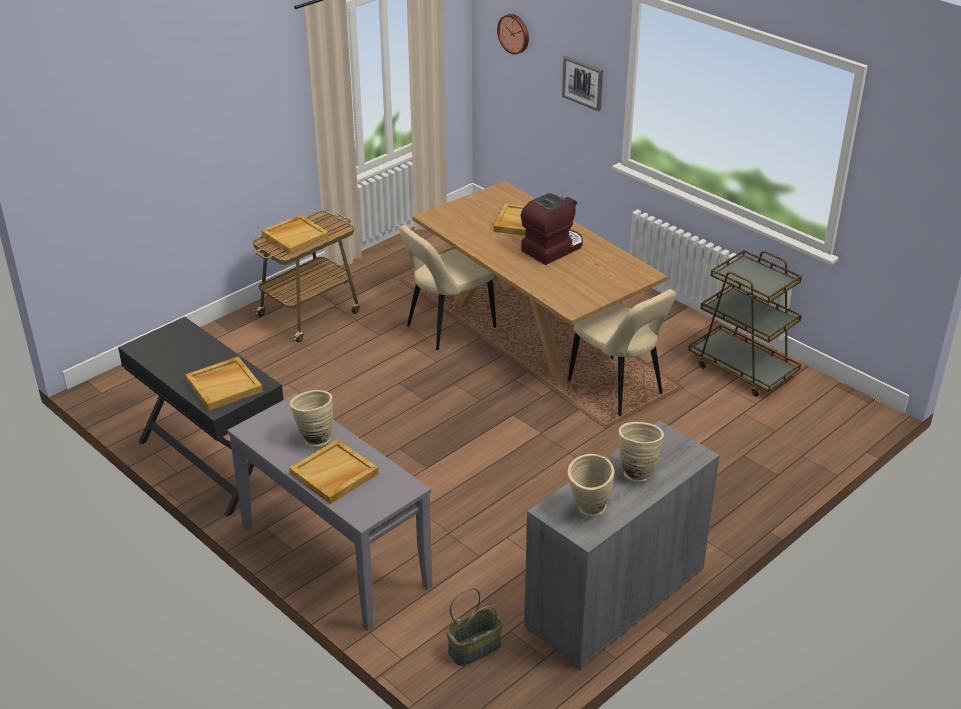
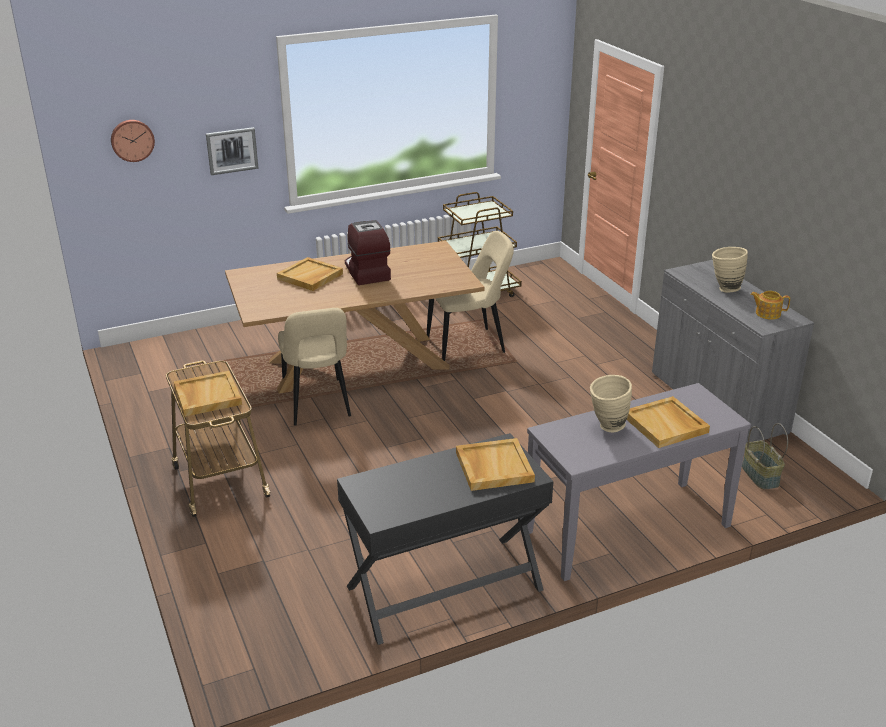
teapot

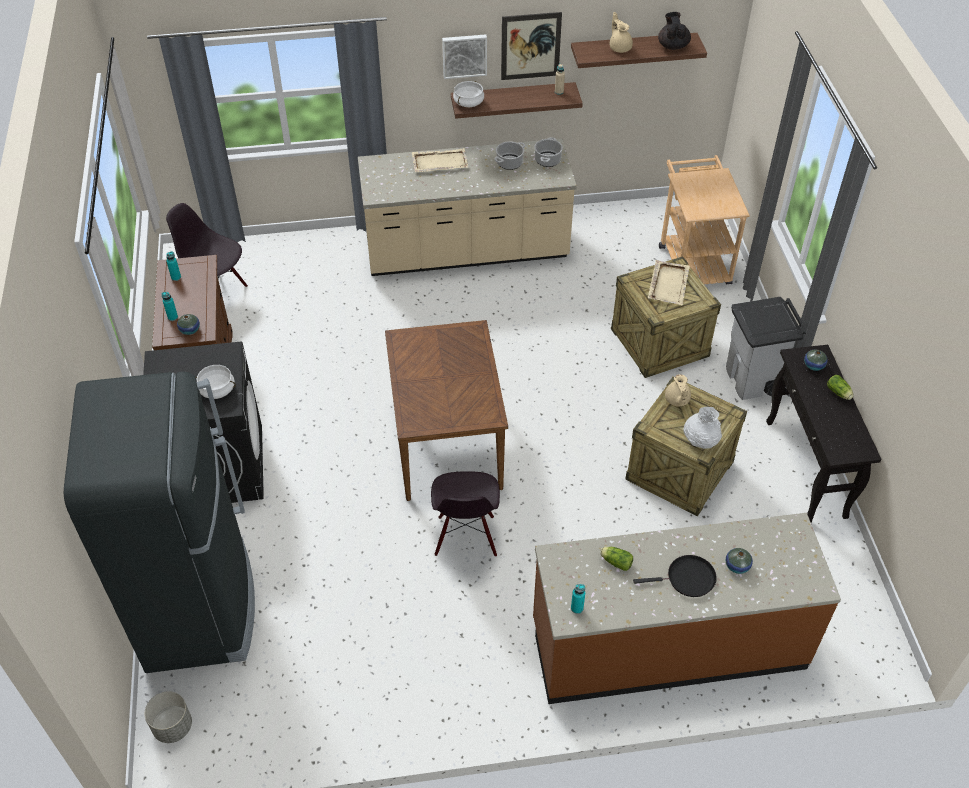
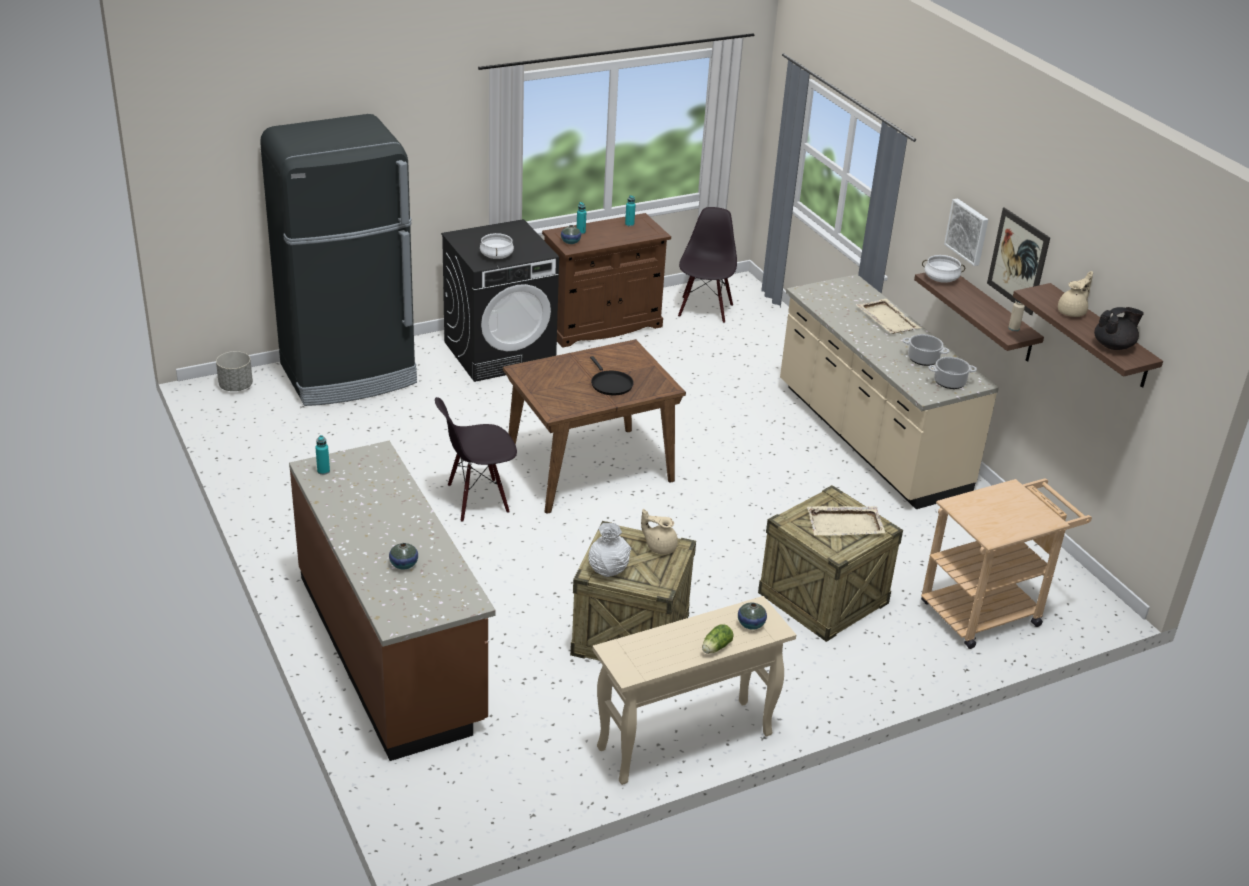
grey trash can
beige console table
beige teapot (1st from left)
lettuce (1st from left in the first image)
black frying pan

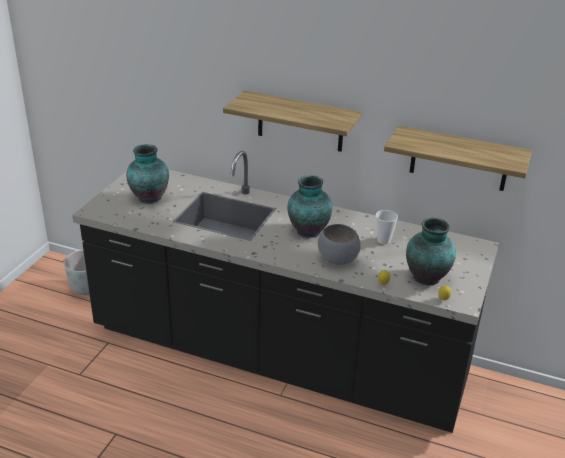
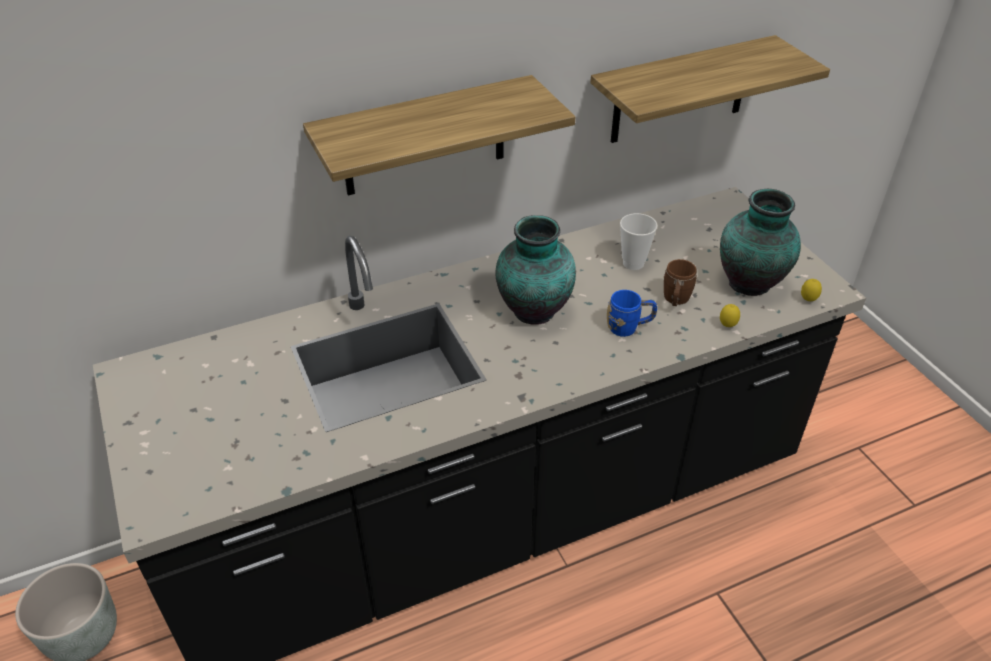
vase (1st from left in the first image)
blue mug
brown mug

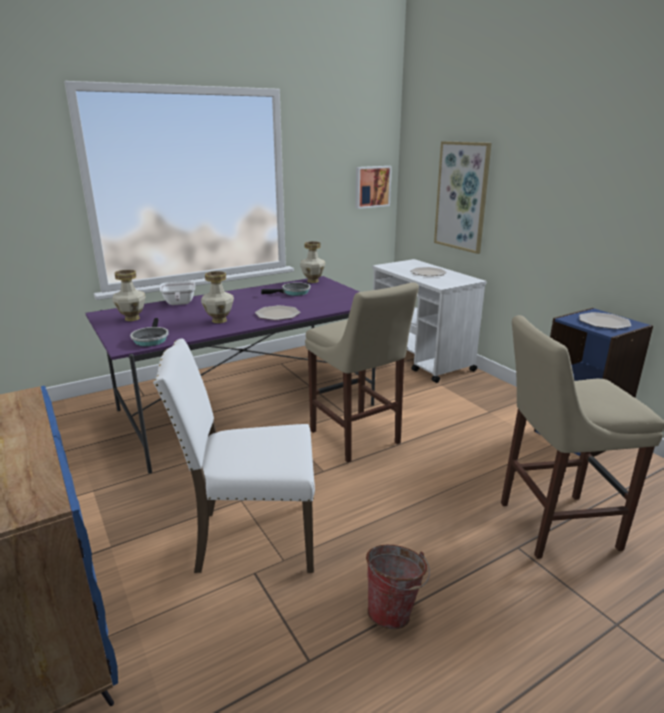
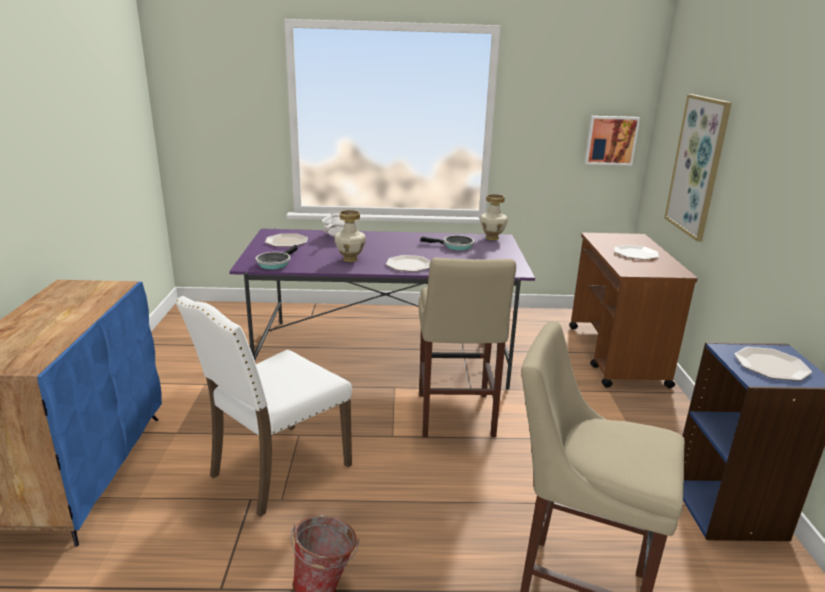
brown cart
plate (1st from left)
white chair

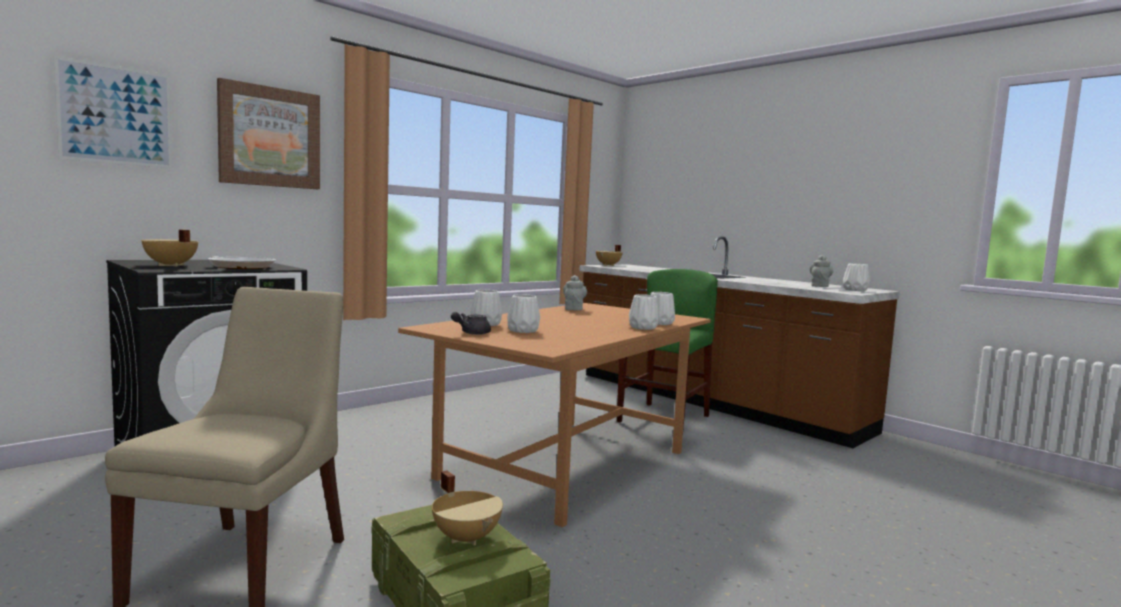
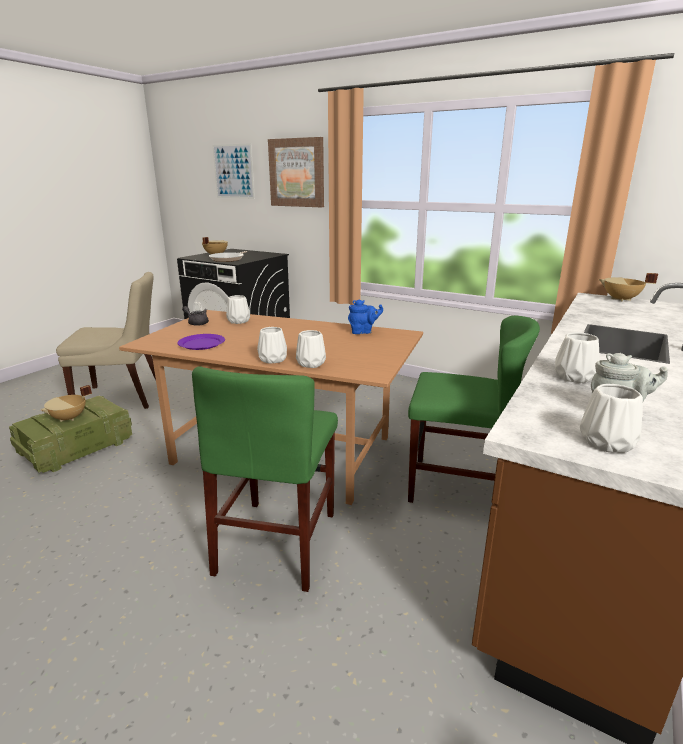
blue teapot
white vase (4th from left)
purple plate
green chair (1st from left)

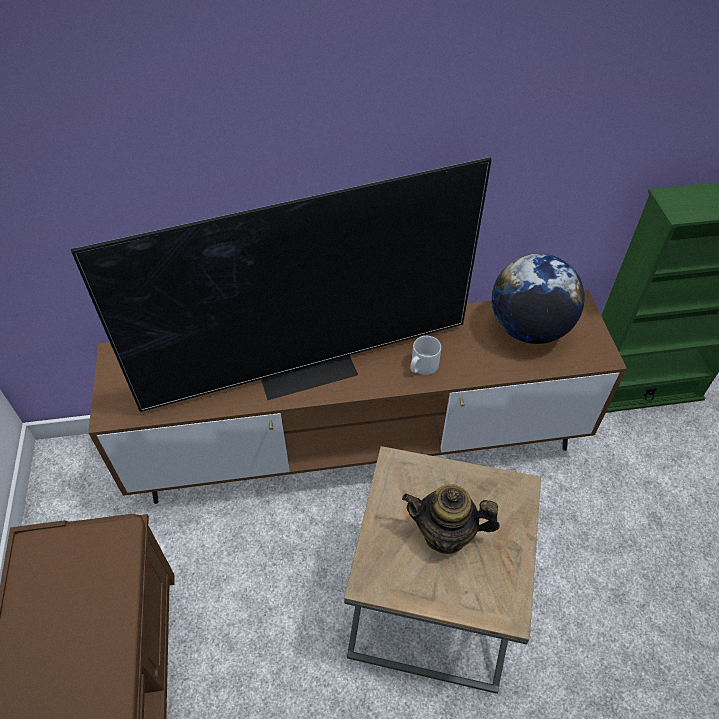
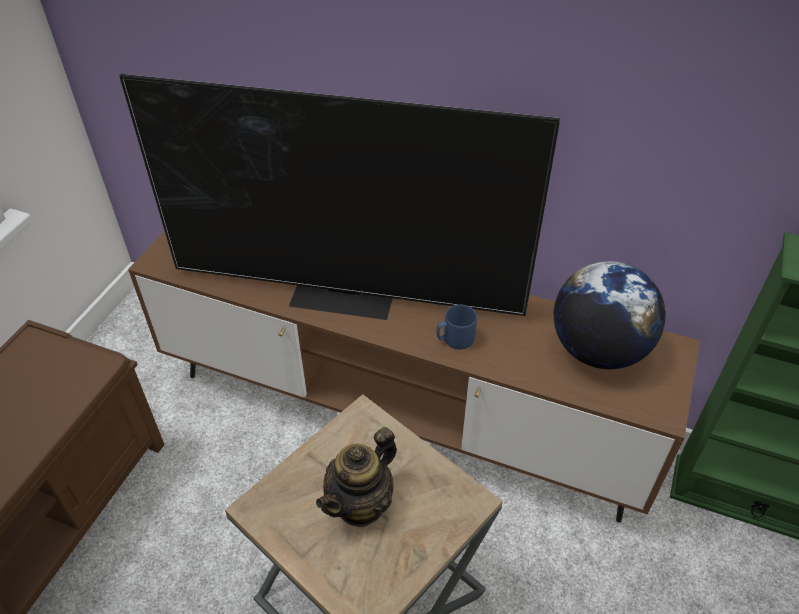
blue mug
teapot

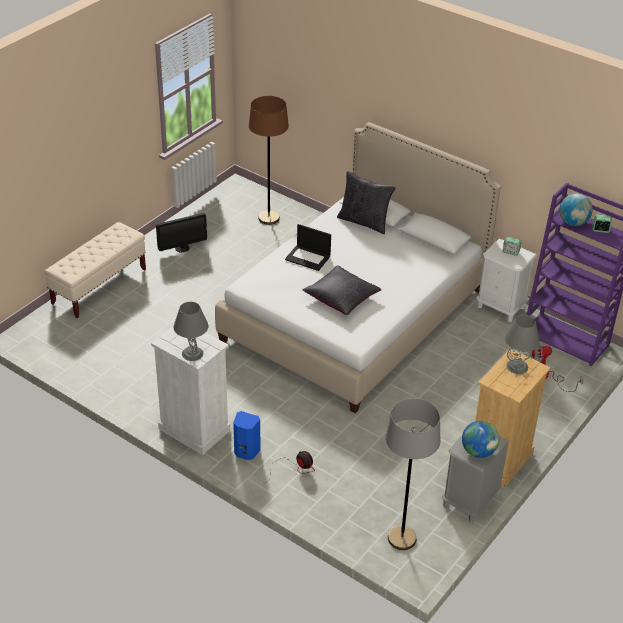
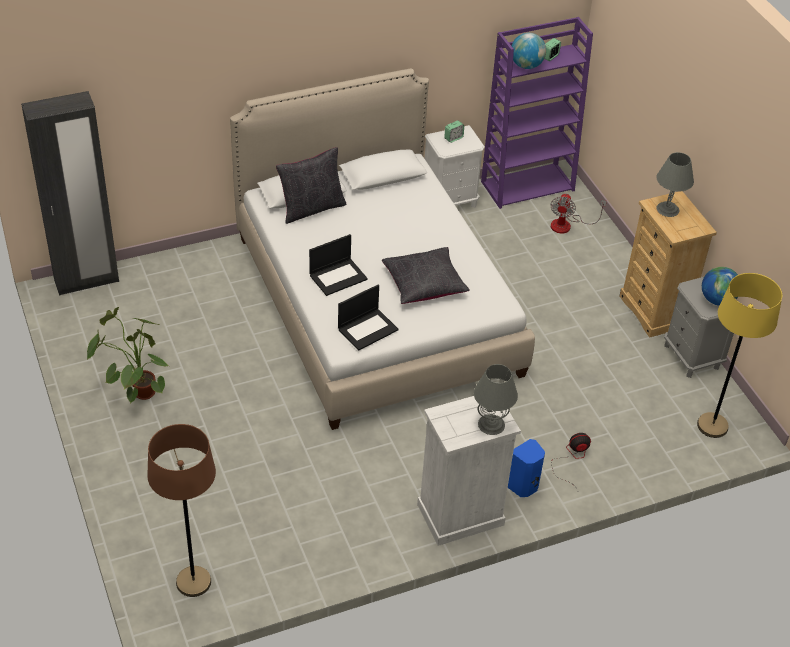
brown floor lamp
potted plant
beige bench
yellow floor lamp
black wardrobe
laptop (2nd from left)

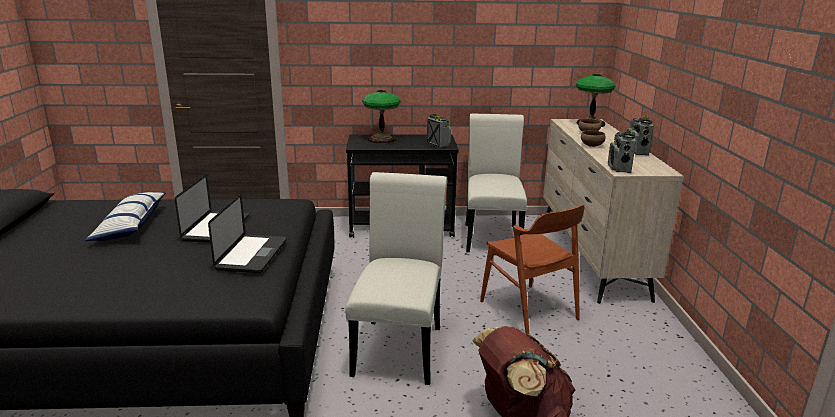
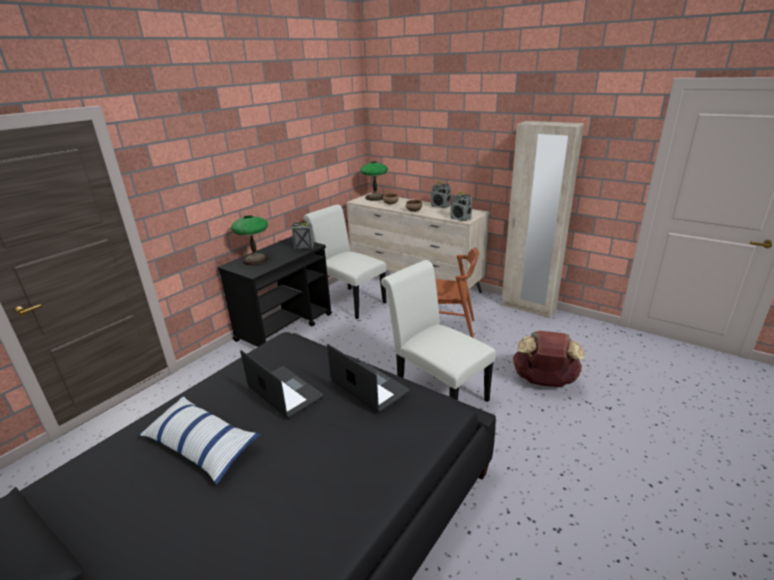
beige wardrobe

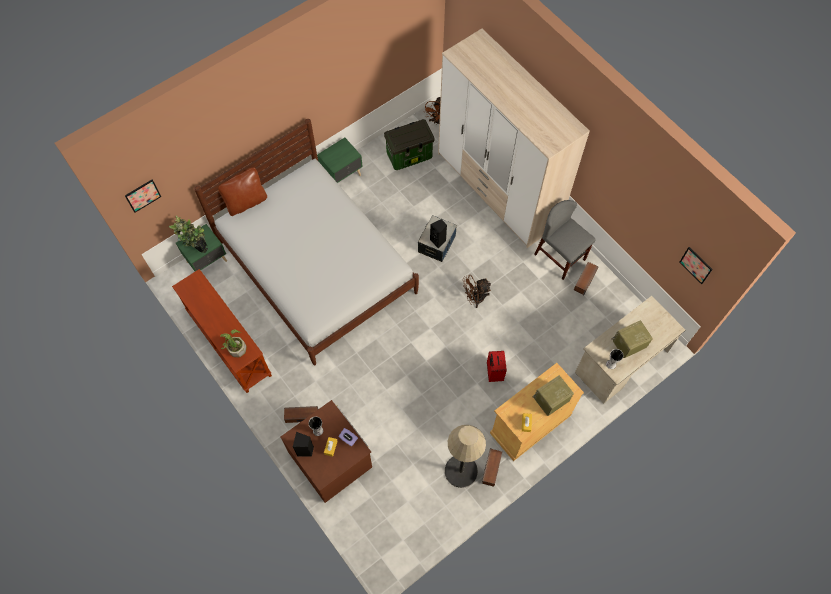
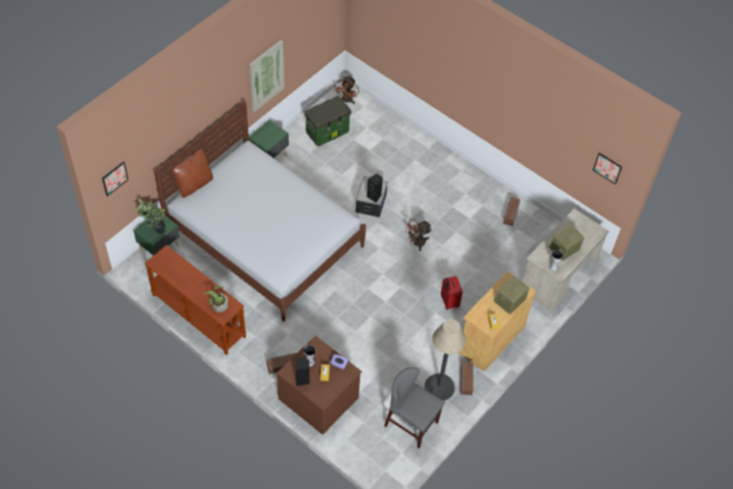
wardrobe
grey chair
picture (2nd from left)

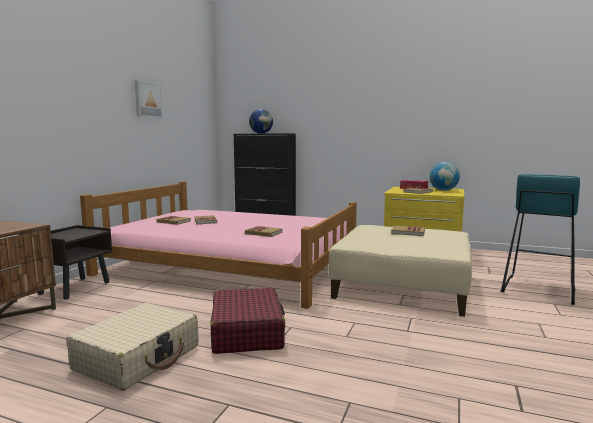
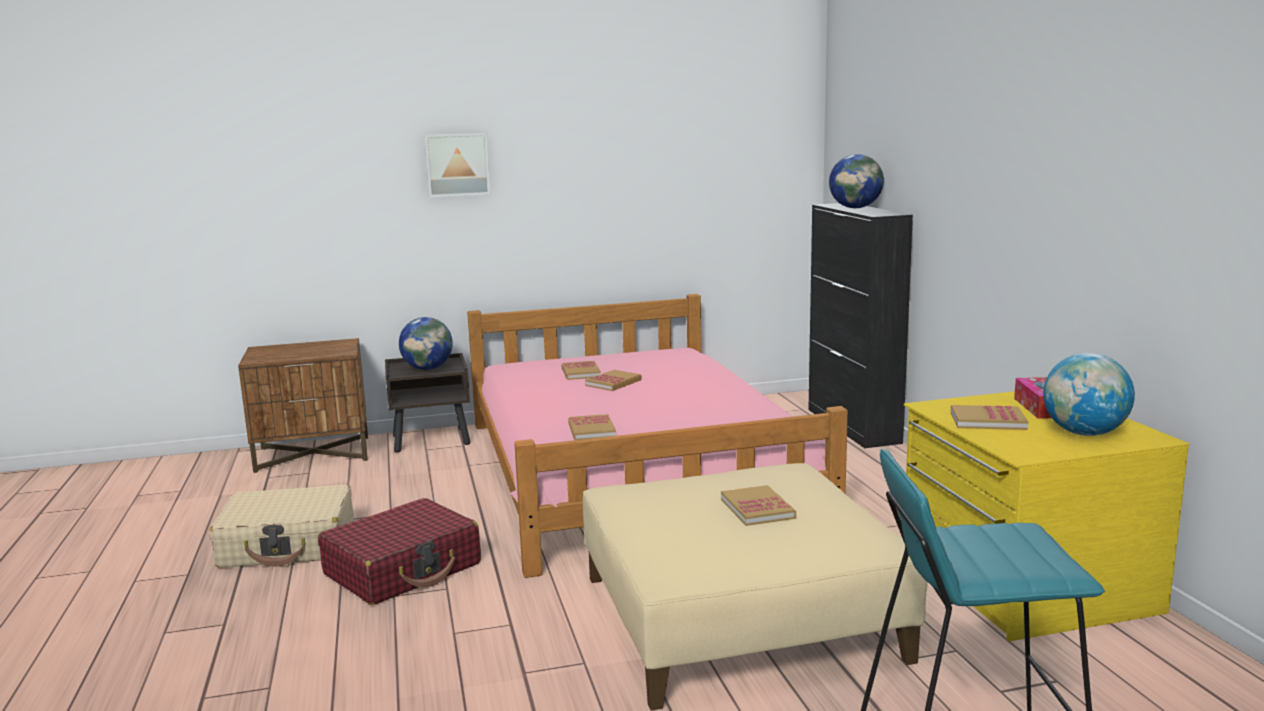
picture
globe (1st from left)

